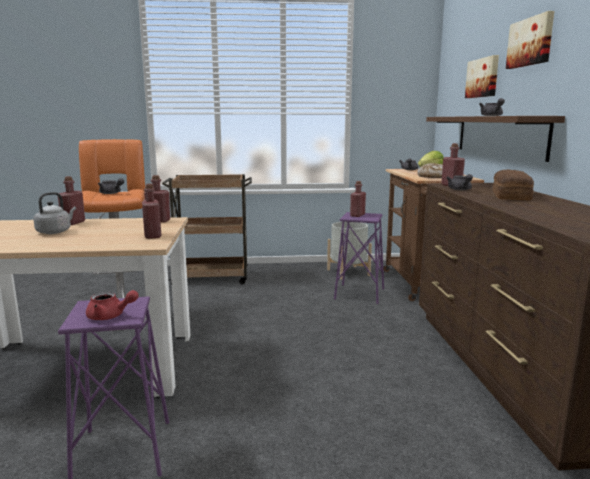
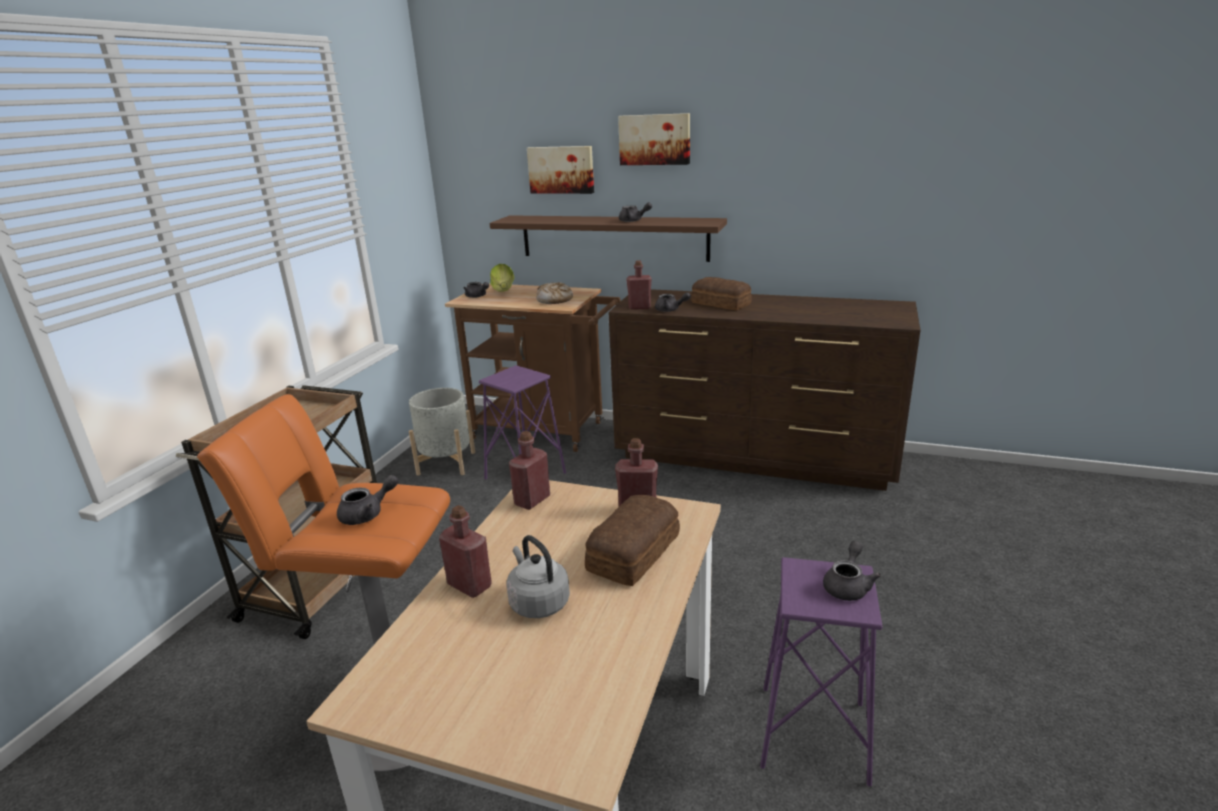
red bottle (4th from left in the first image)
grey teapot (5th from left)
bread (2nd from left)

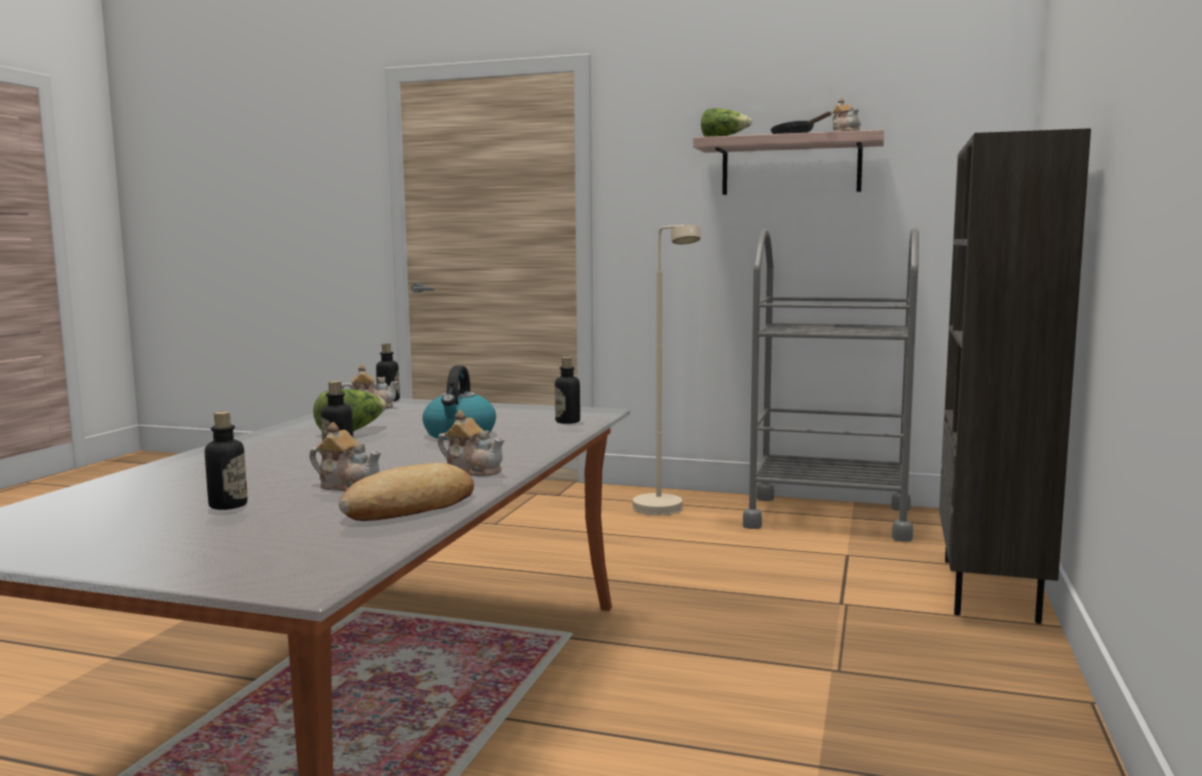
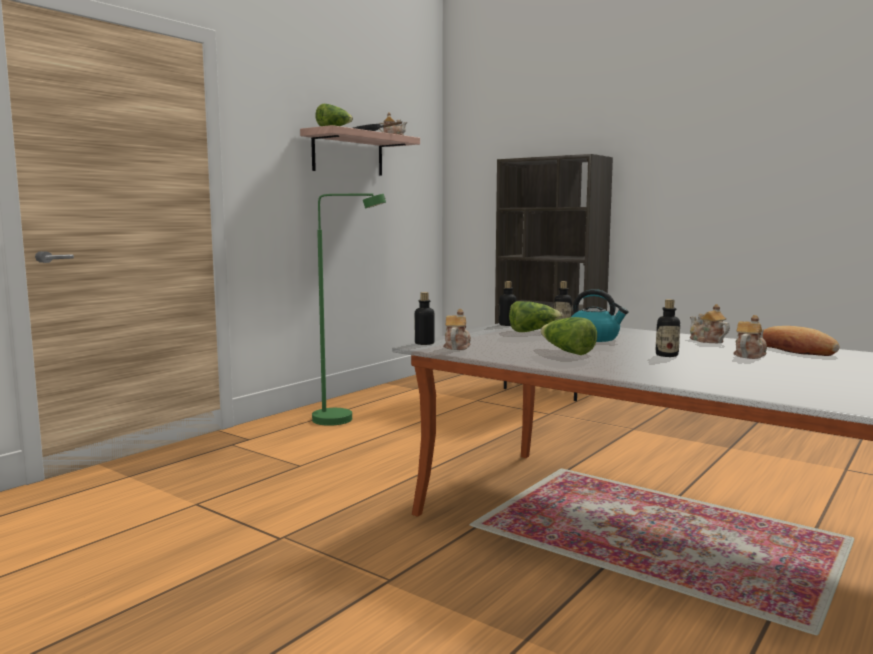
green floor lamp
grey cart
teapot (3rd from left)
bottle (2nd from left)
lettuce (2nd from left)

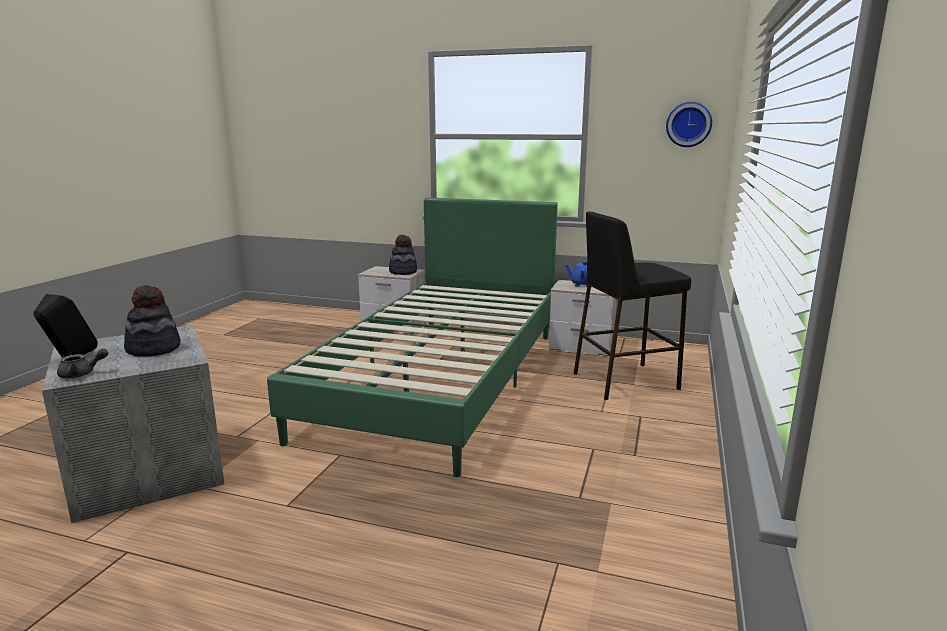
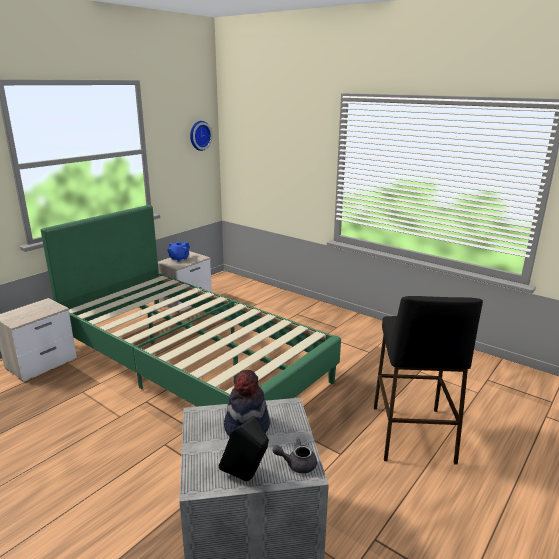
black stool
hat (2nd from left in the first image)
grey teapot

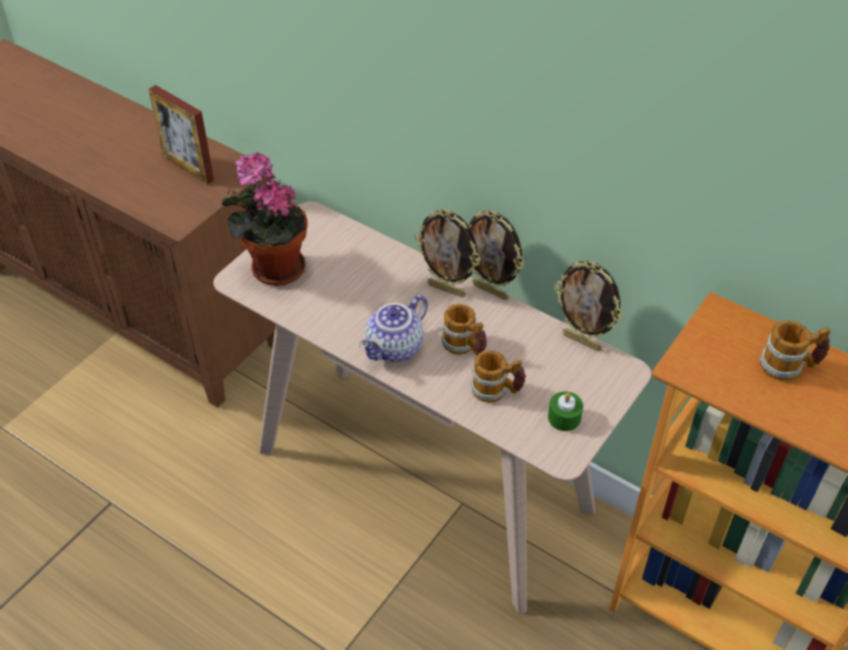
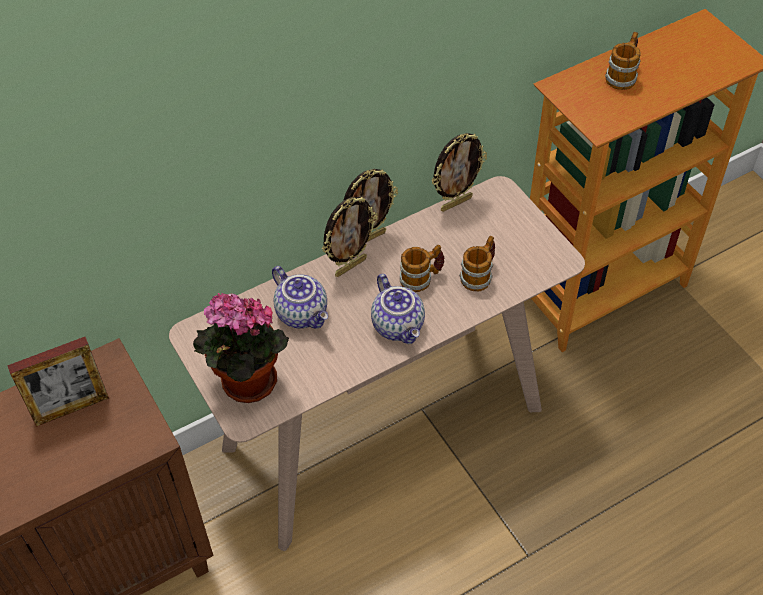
green candle
teapot (1st from left)

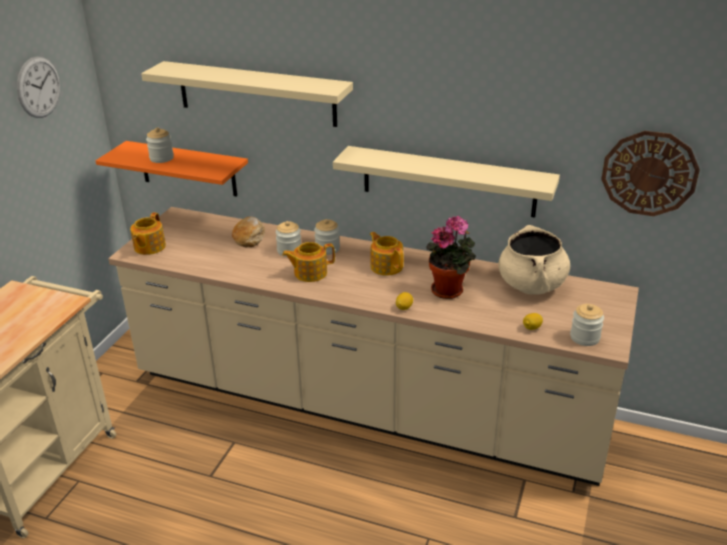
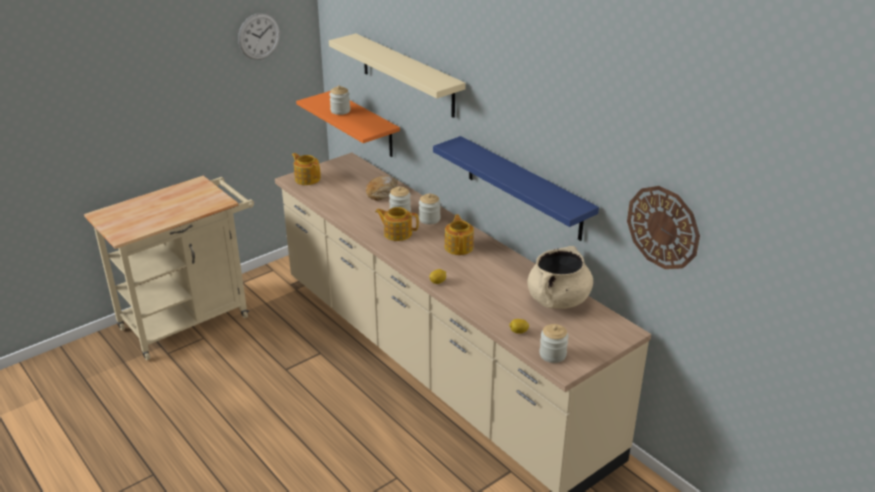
blue shelf
teapot (1st from left)
potted plant

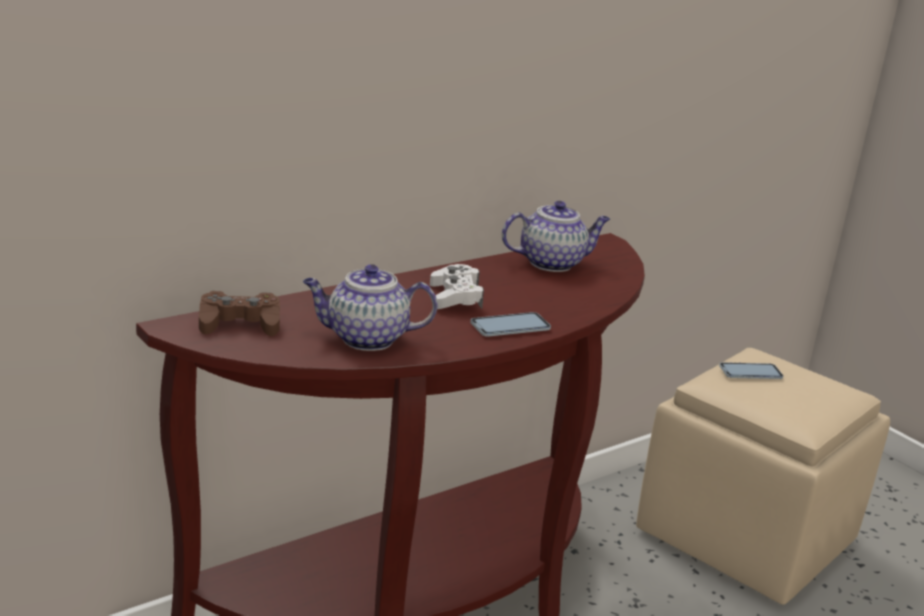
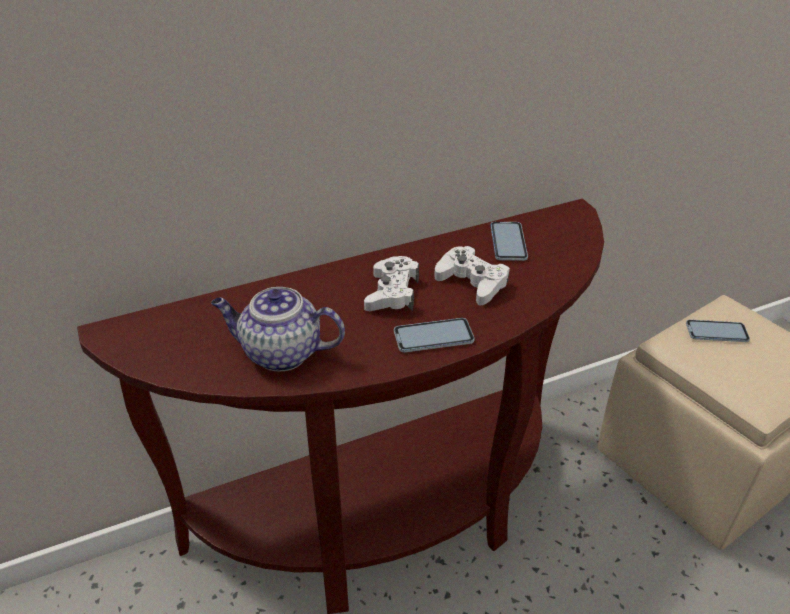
phone (2nd from left)
brown game controller
white game controller (2nd from left)

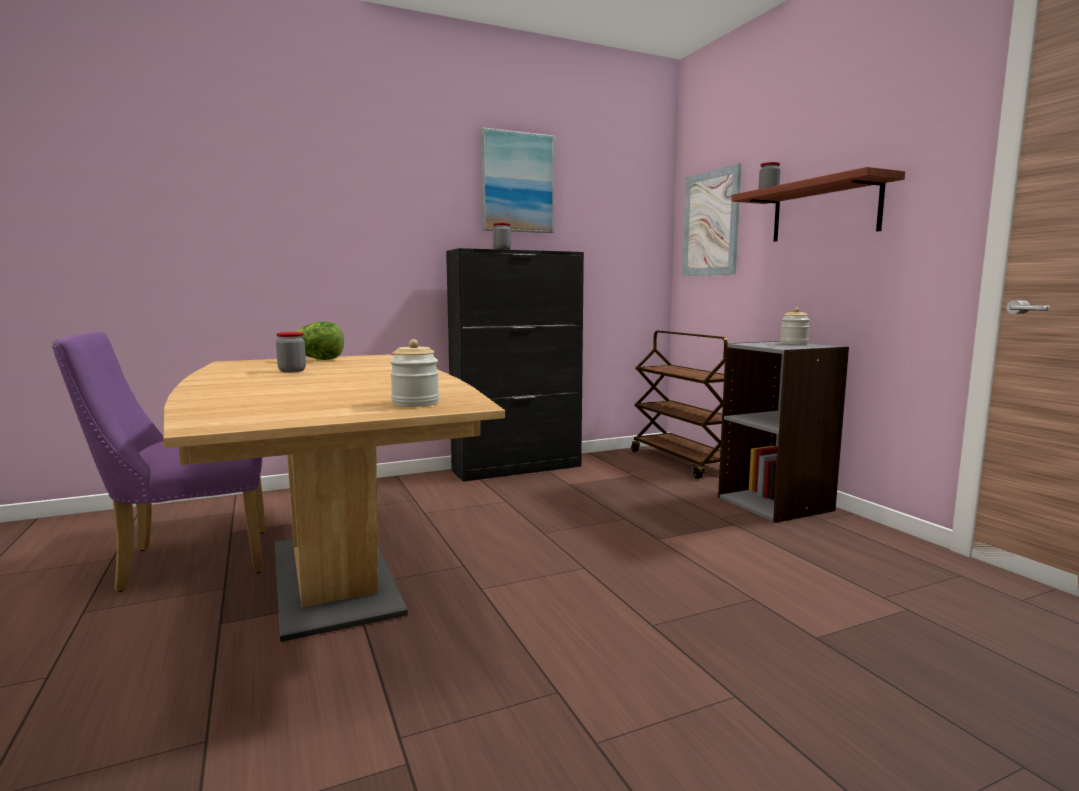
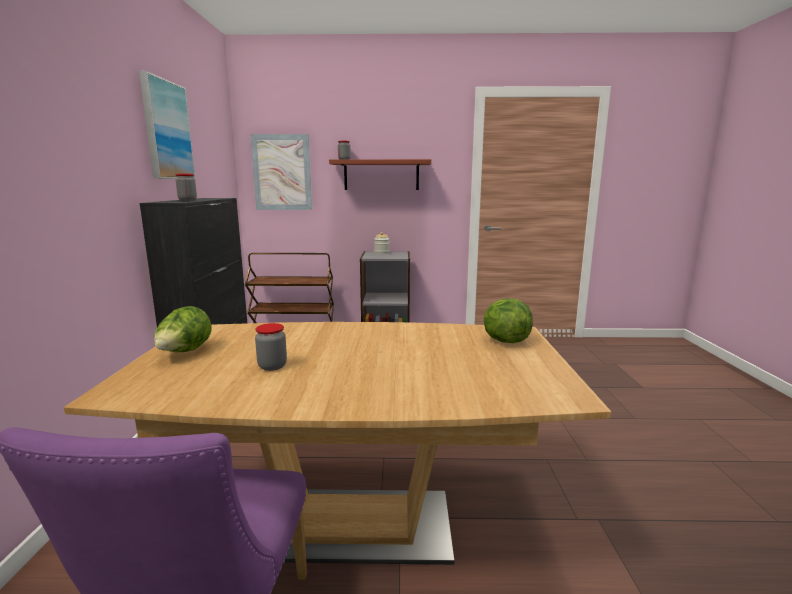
lettuce (2nd from left)

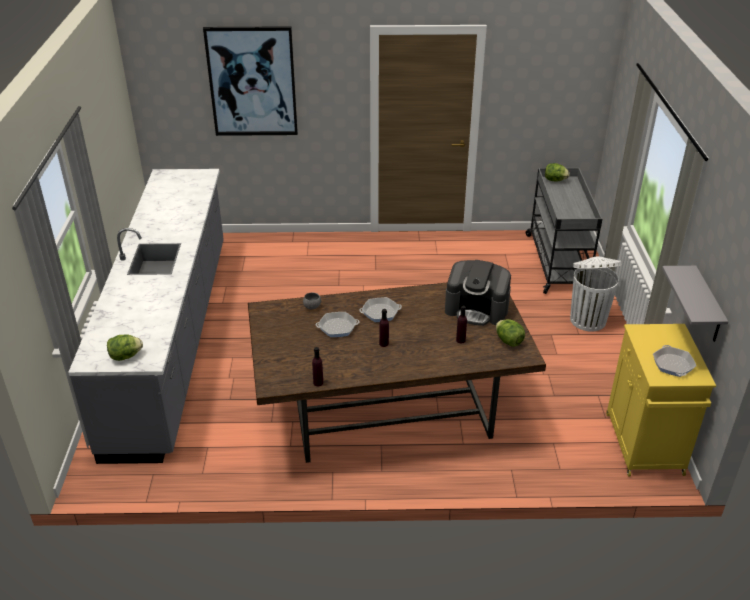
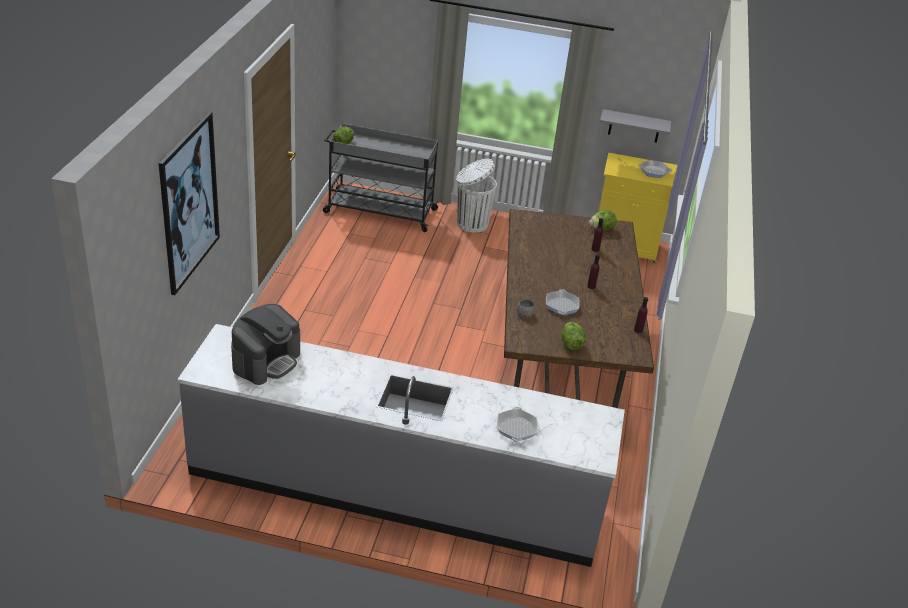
coffee machine
frying pan (1st from left)
lettuce (2nd from left)

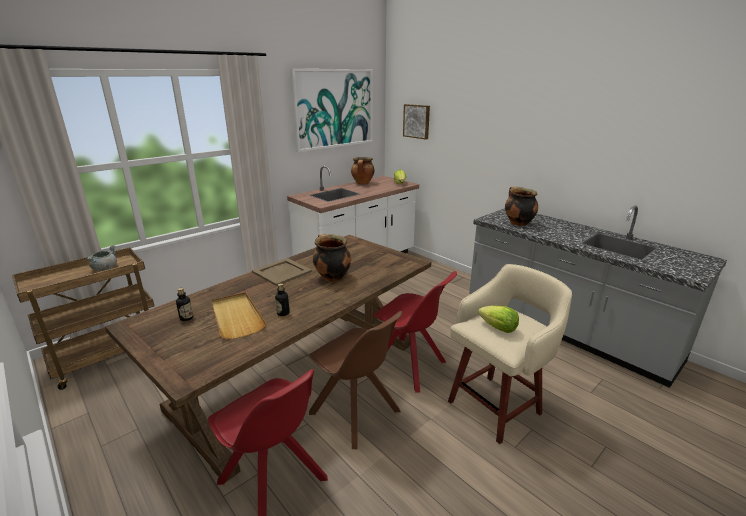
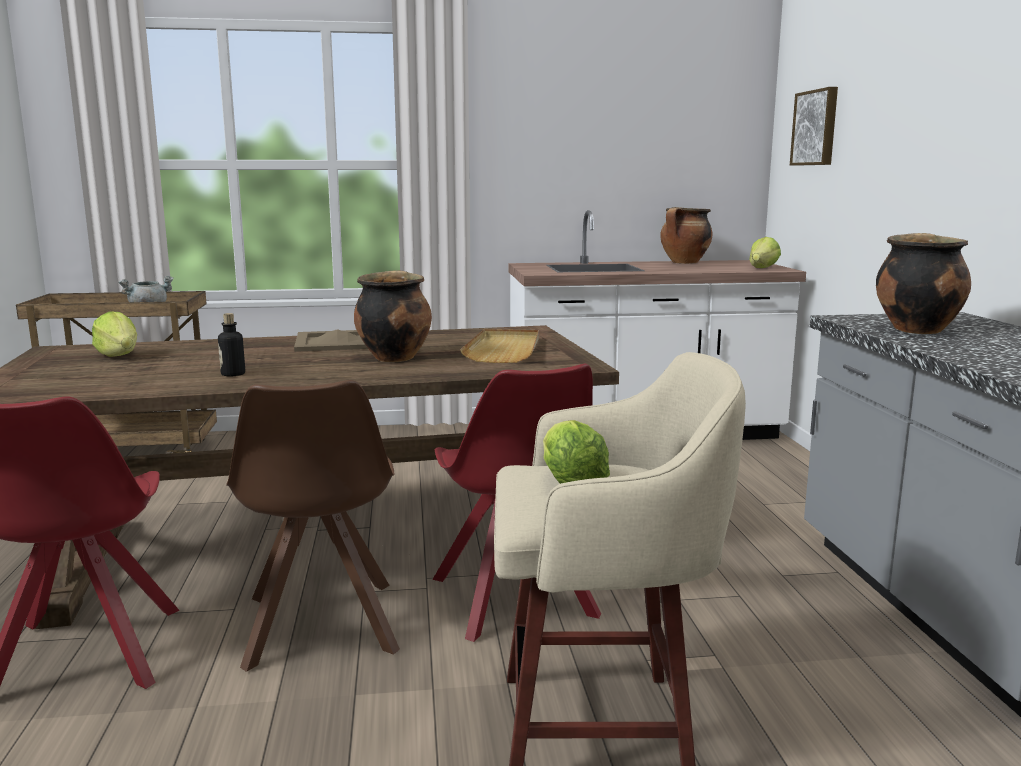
picture (1st from left in the first image)
lettuce (1st from left)
beige tray (2nd from left)

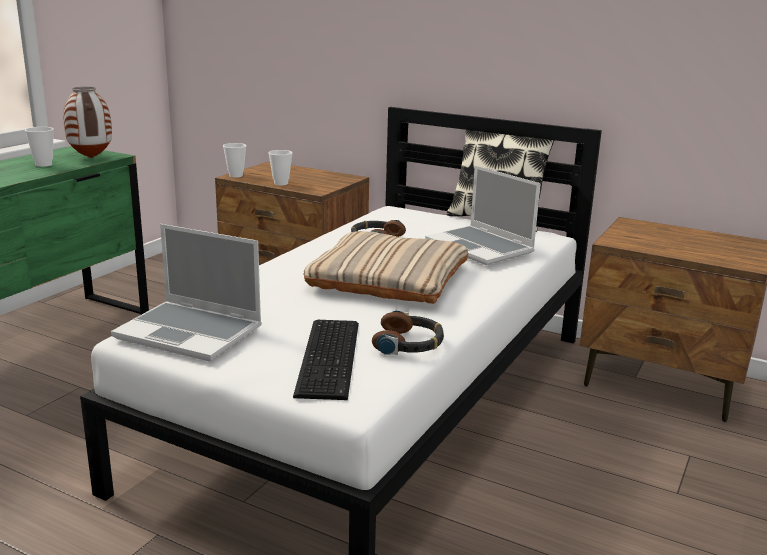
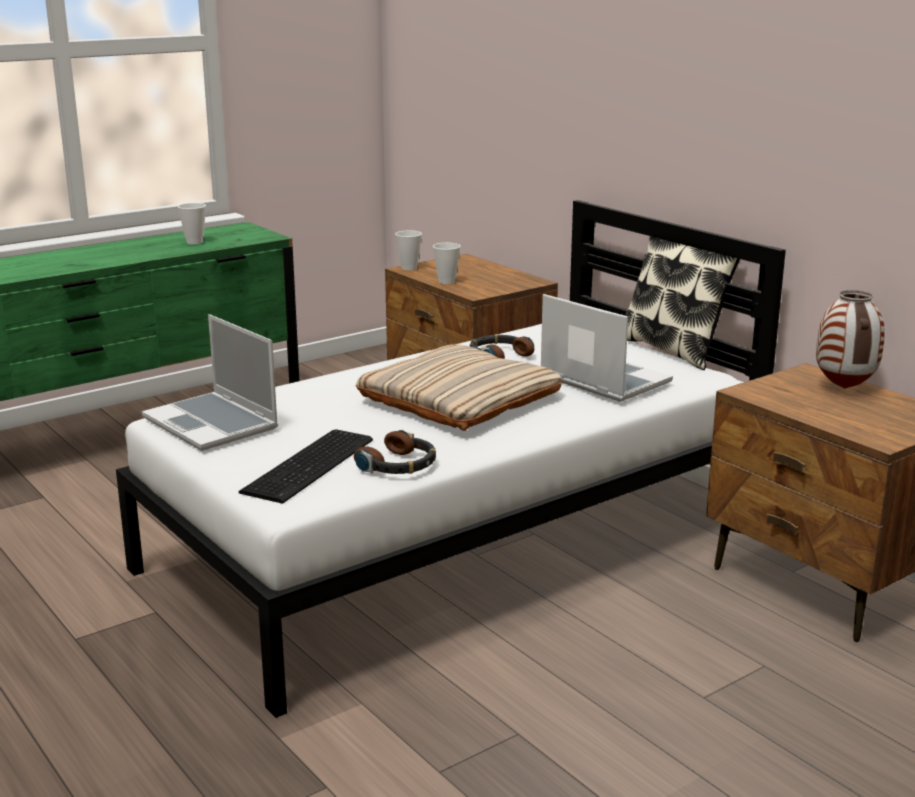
vase
laptop (2nd from left)

